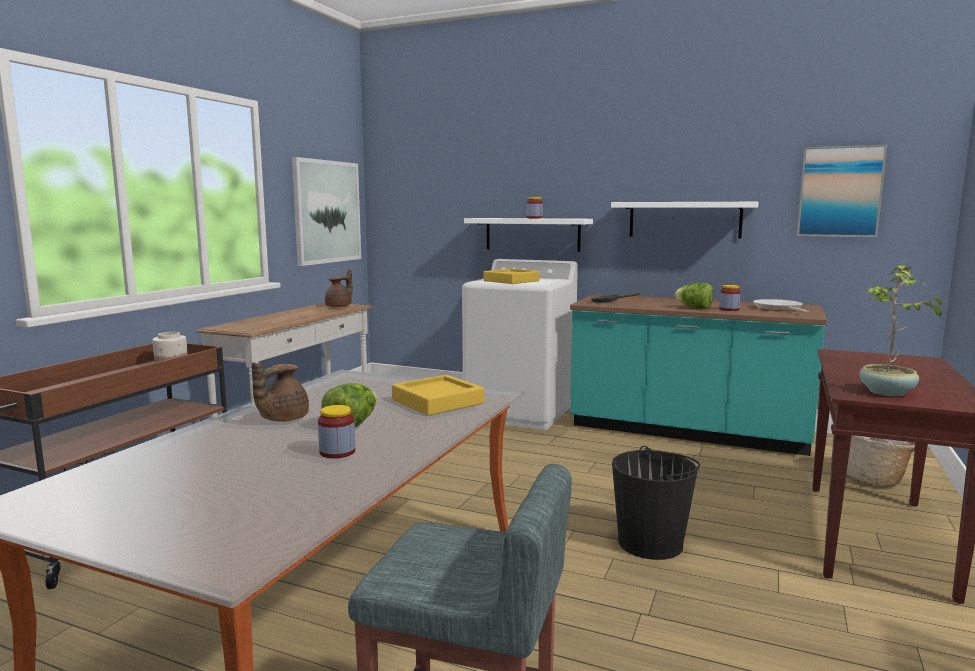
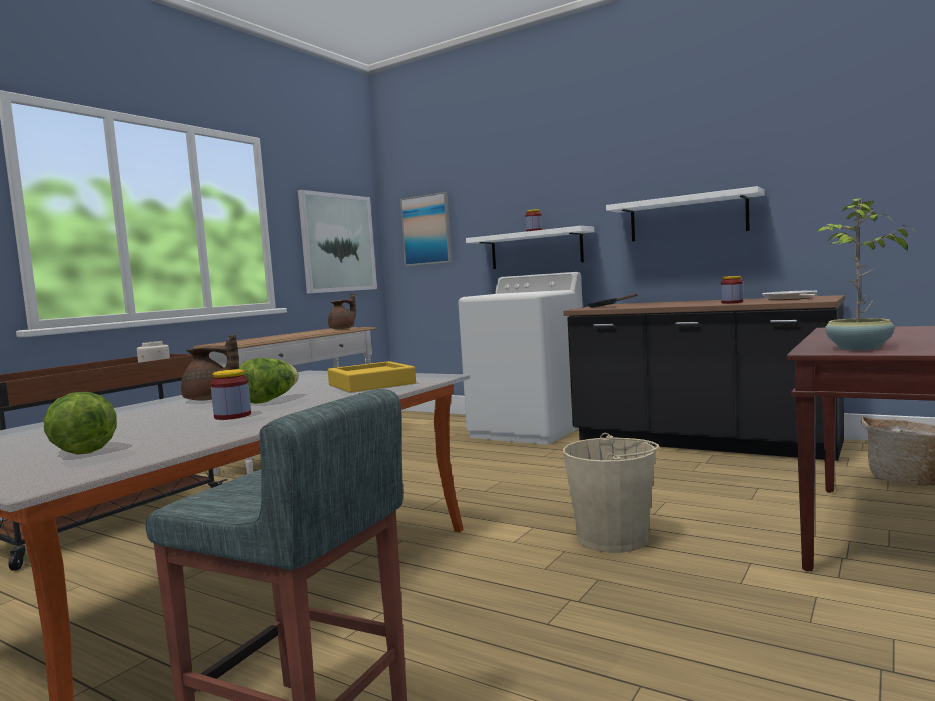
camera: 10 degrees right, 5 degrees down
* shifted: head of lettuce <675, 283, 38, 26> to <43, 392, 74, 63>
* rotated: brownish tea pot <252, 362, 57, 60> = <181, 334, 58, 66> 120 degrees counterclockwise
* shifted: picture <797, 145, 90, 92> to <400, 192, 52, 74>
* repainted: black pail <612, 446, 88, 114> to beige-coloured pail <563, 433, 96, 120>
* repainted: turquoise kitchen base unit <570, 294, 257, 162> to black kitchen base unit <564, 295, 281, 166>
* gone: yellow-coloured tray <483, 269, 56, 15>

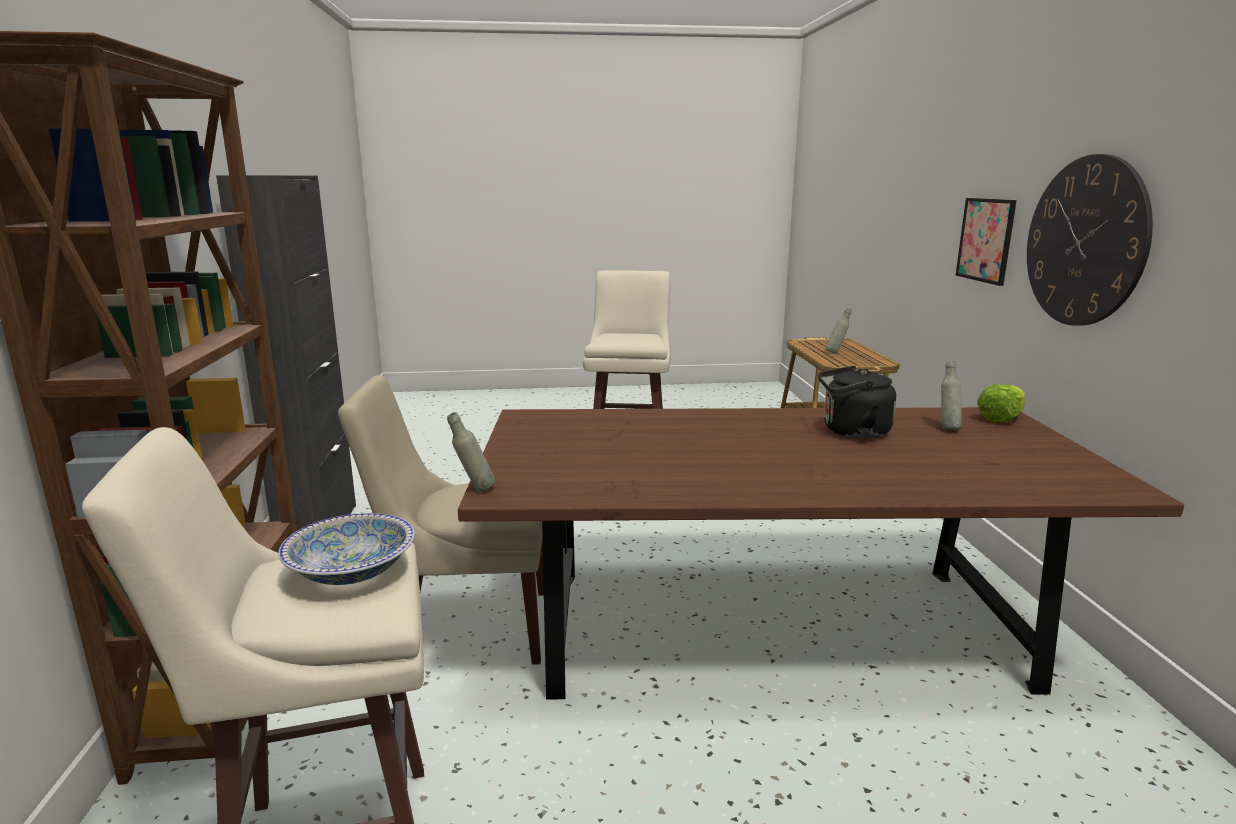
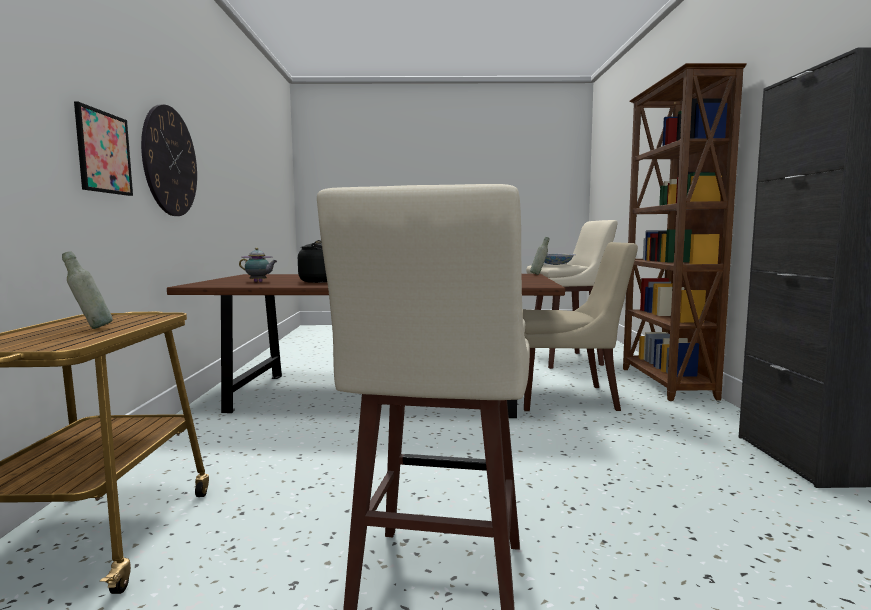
camera: 175 degrees left, 10 degrees down
* swapped: gray bottle <941, 361, 21, 69> to tea pot <239, 248, 39, 34>
* gone: head of lettuce <977, 384, 48, 39>

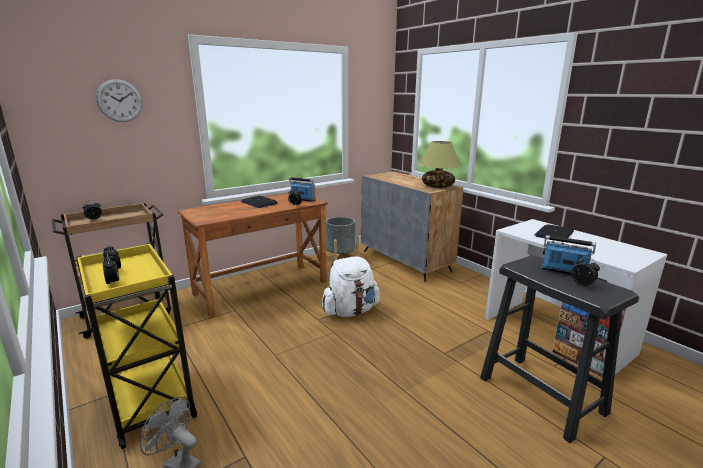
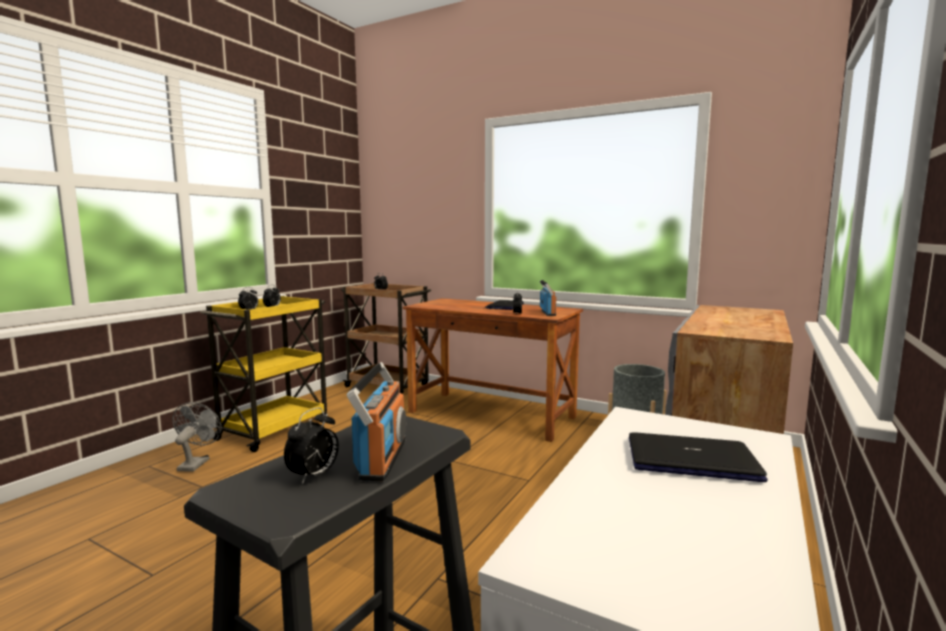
camera: 65 degrees right, 10 degrees down
* gone: wall clock <96, 79, 47, 43>
* gone: white-coloured knapsack <322, 256, 58, 61>
* gone: tabletop lamp <419, 141, 42, 47>

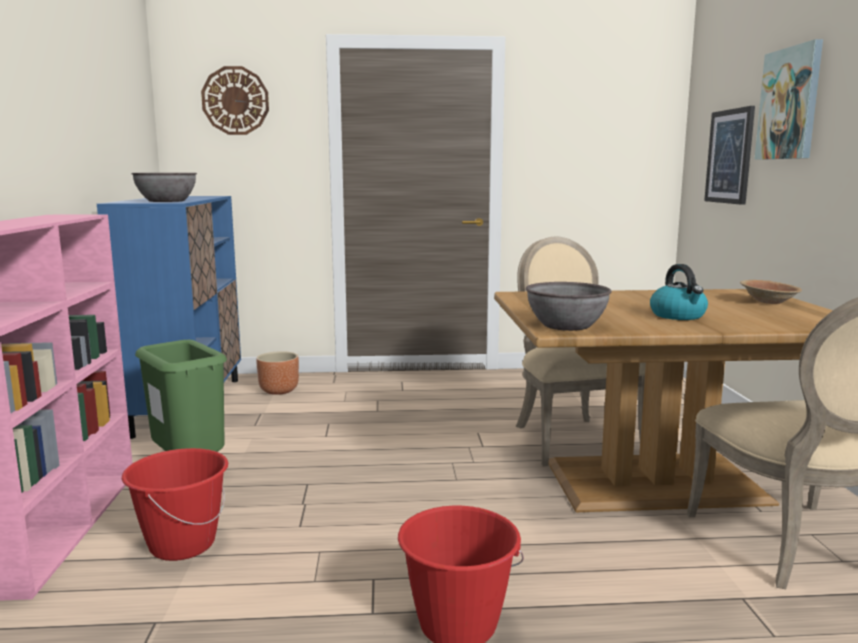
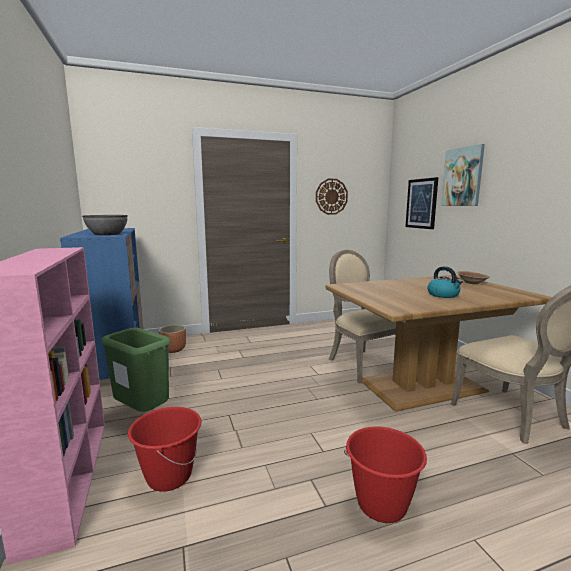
camera: 15 degrees left, 0 degrees up
* shifted: wall clock <201, 66, 68, 69> to <316, 179, 32, 36>
* gone: gray serving bowl <526, 282, 86, 49>

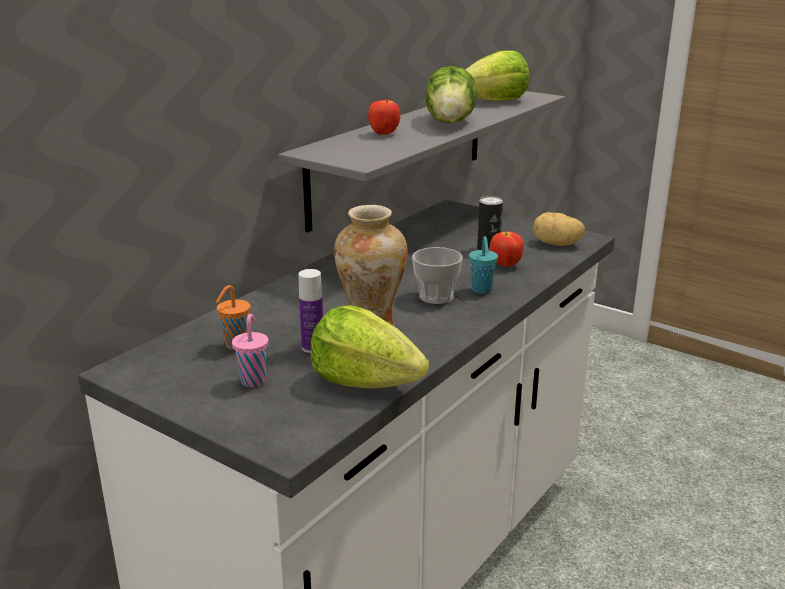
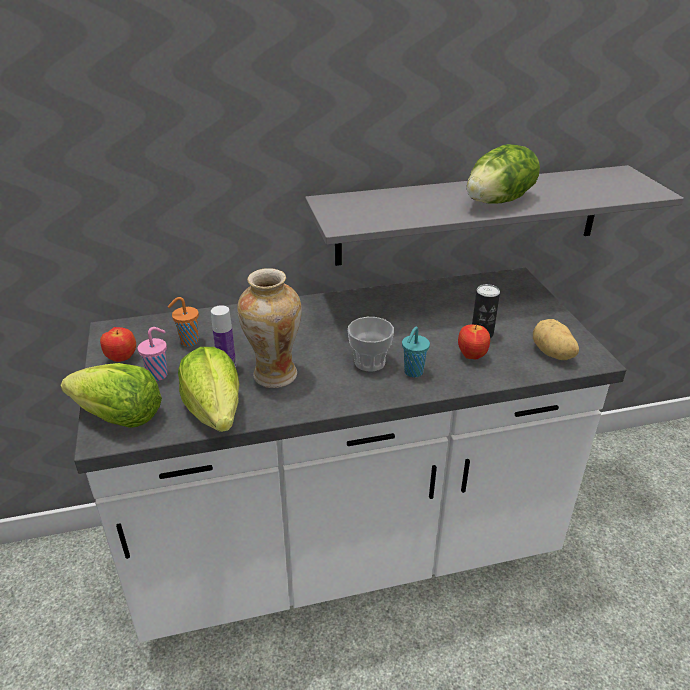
camera: 40 degrees right, 10 degrees up
* shifted: head of lettuce <465, 50, 64, 51> to <60, 363, 102, 65>
* shifted: apple fruit <368, 98, 32, 37> to <100, 327, 36, 35>

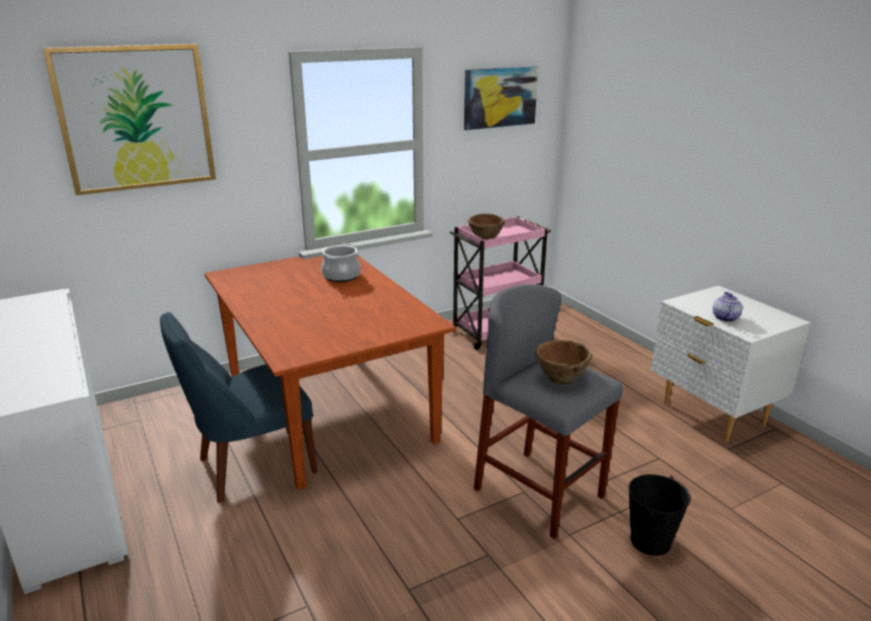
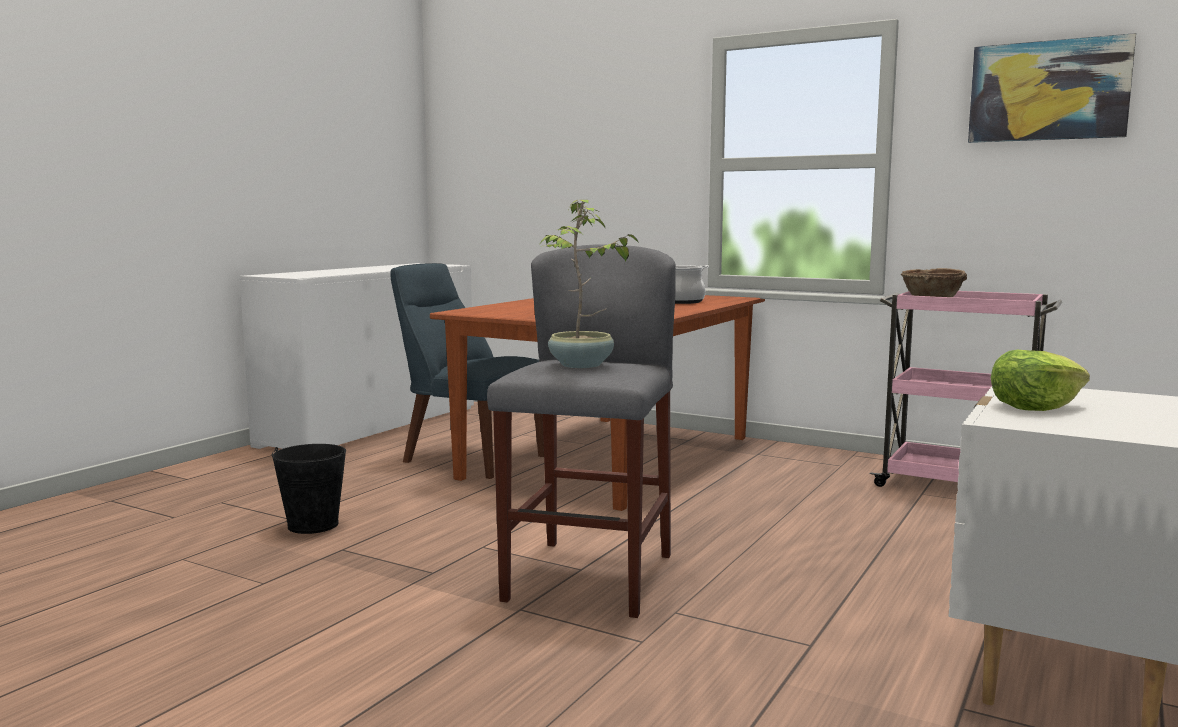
camera: 60 degrees right, 15 degrees down
* shifted: black pail <628, 474, 63, 82> to <272, 444, 74, 90>
* swapped: brownish serving bowl <535, 340, 58, 45> to plant in a pot <540, 200, 99, 168>
* swapped: tea pot <713, 292, 29, 30> to head of lettuce <991, 350, 99, 61>
* gone: picture <43, 44, 173, 151>

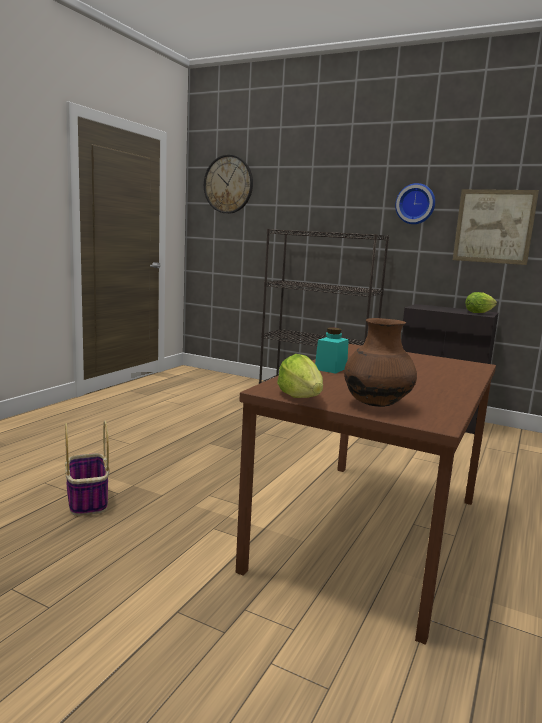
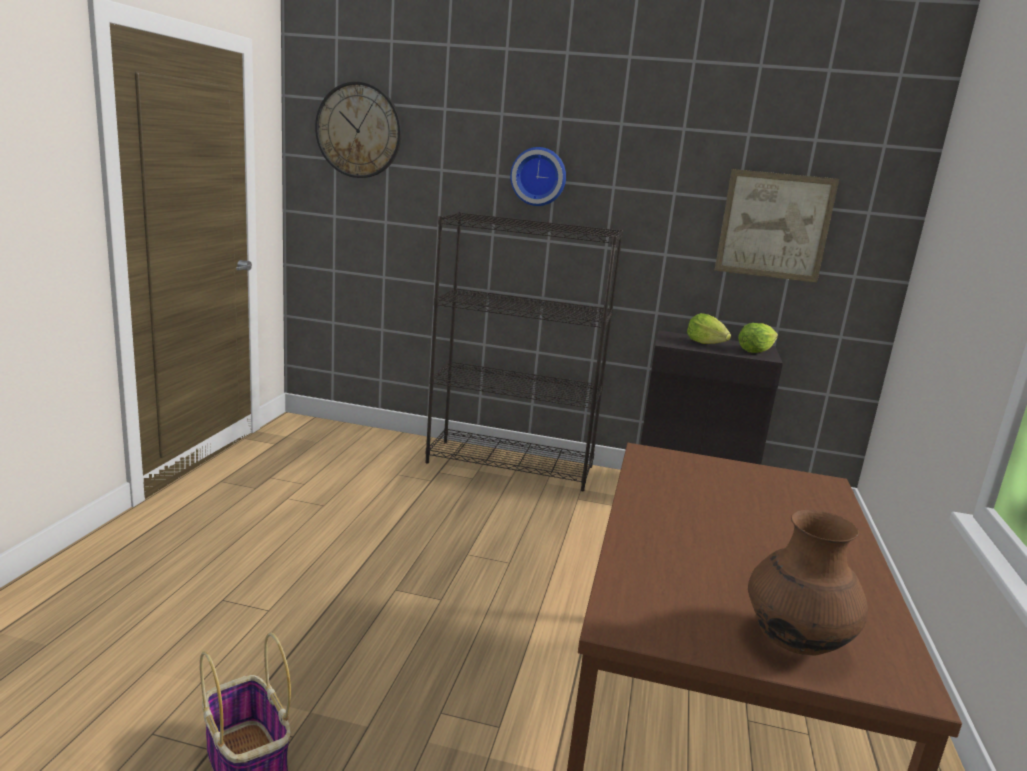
camera: 15 degrees left, 5 degrees up
* shifted: wall clock <395, 183, 40, 41> to <510, 147, 56, 59>
* shifted: head of lettuce <277, 354, 46, 44> to <687, 313, 44, 31>
* gone: turquoise preserve jar <315, 327, 34, 47>

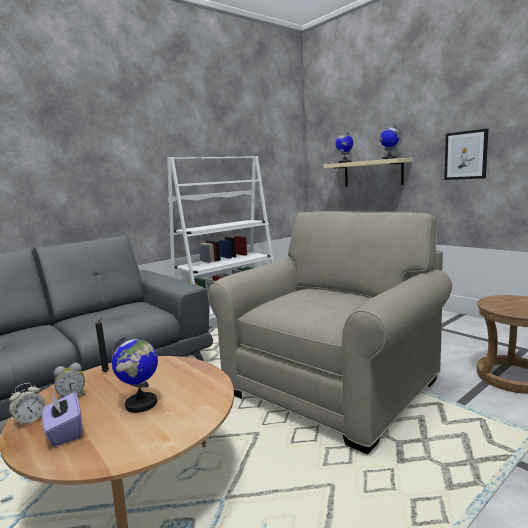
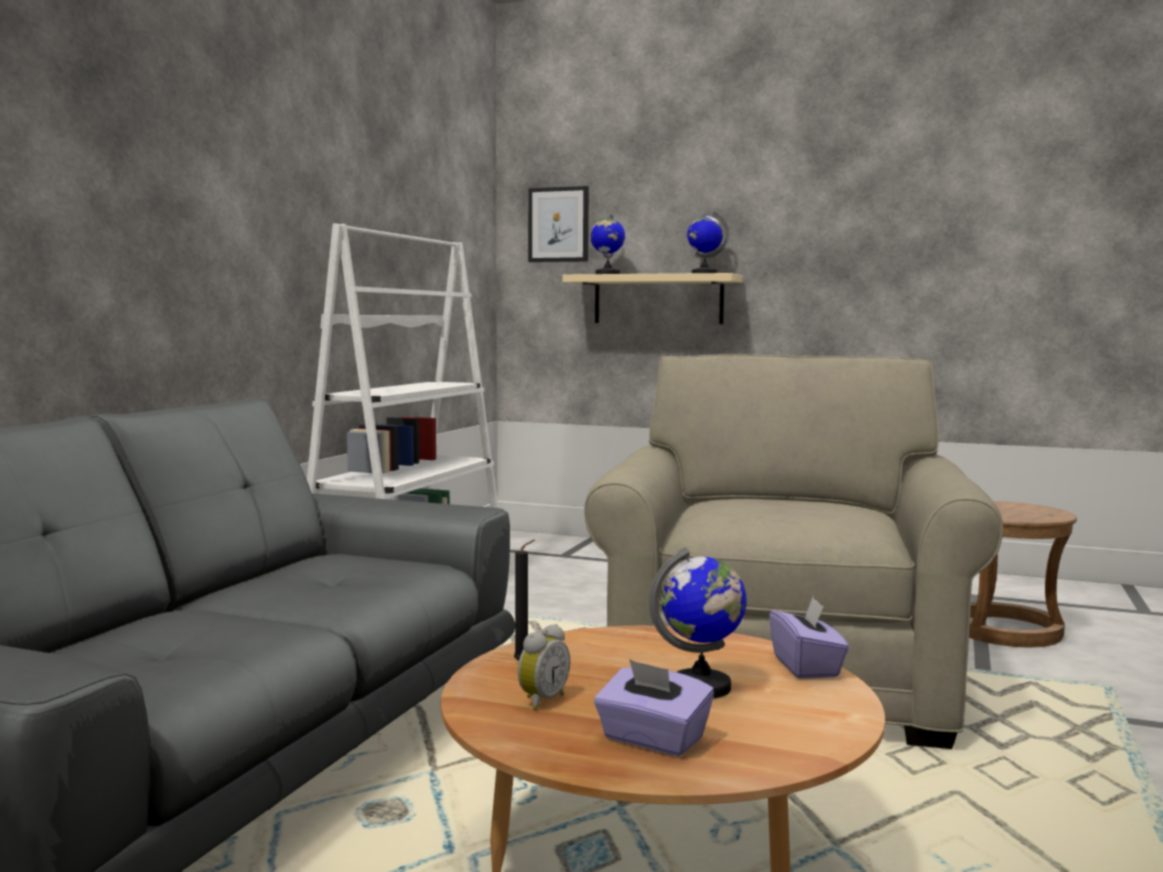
camera: 30 degrees left, 5 degrees down
* shifted: picture <444, 129, 44, 51> to <528, 186, 61, 76>
* new: purple tissue box <769, 597, 80, 82>
* gone: alarm clock <9, 383, 37, 44>

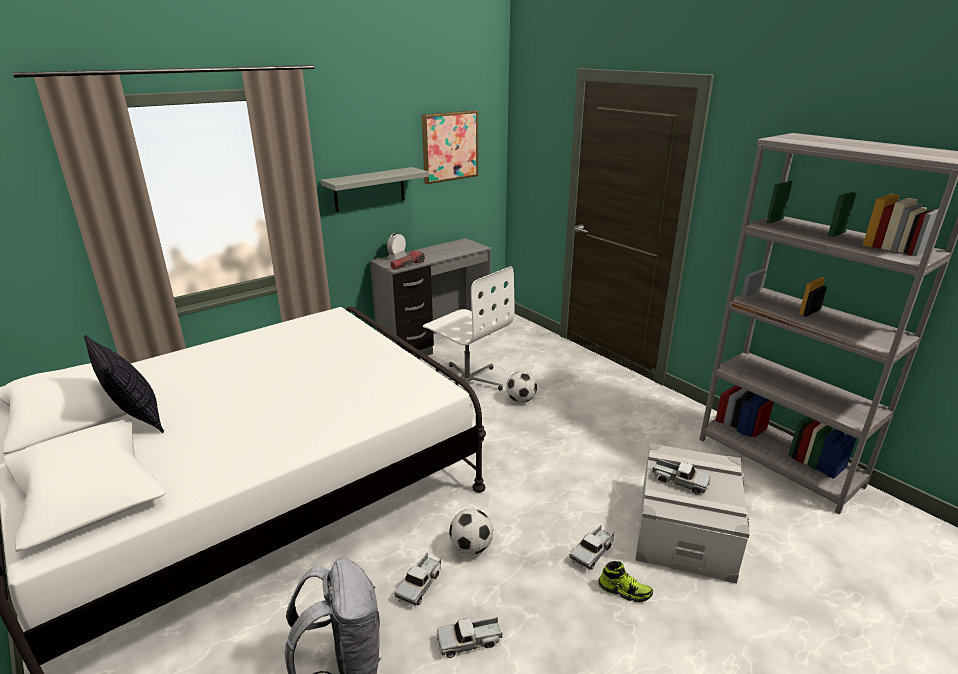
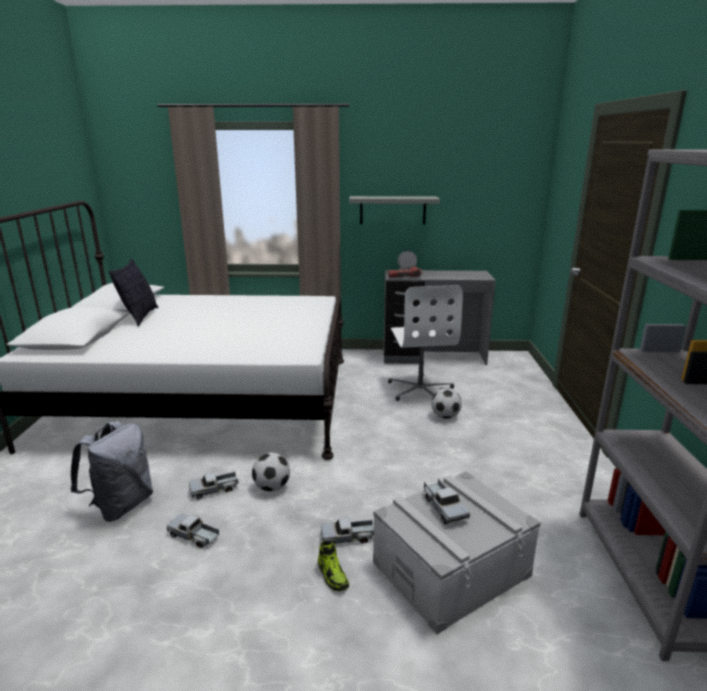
camera: 40 degrees right, 5 degrees down
* gone: picture <422, 110, 56, 74>

